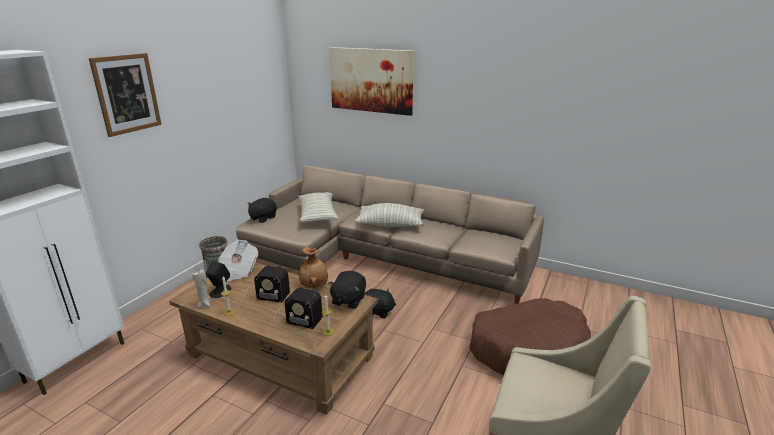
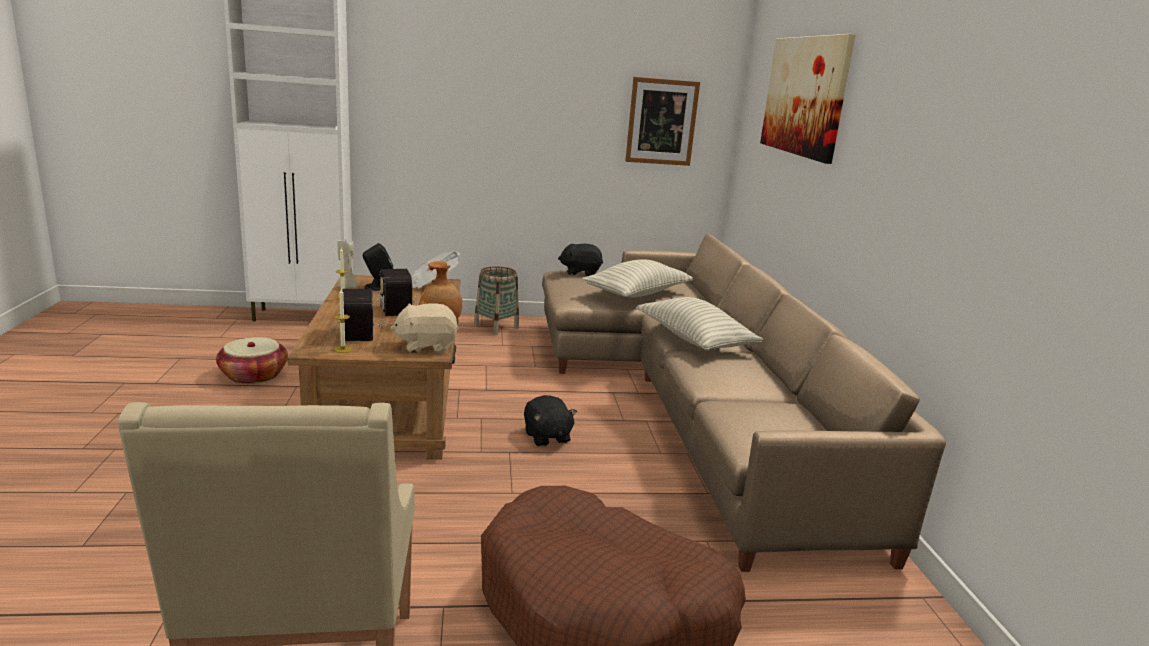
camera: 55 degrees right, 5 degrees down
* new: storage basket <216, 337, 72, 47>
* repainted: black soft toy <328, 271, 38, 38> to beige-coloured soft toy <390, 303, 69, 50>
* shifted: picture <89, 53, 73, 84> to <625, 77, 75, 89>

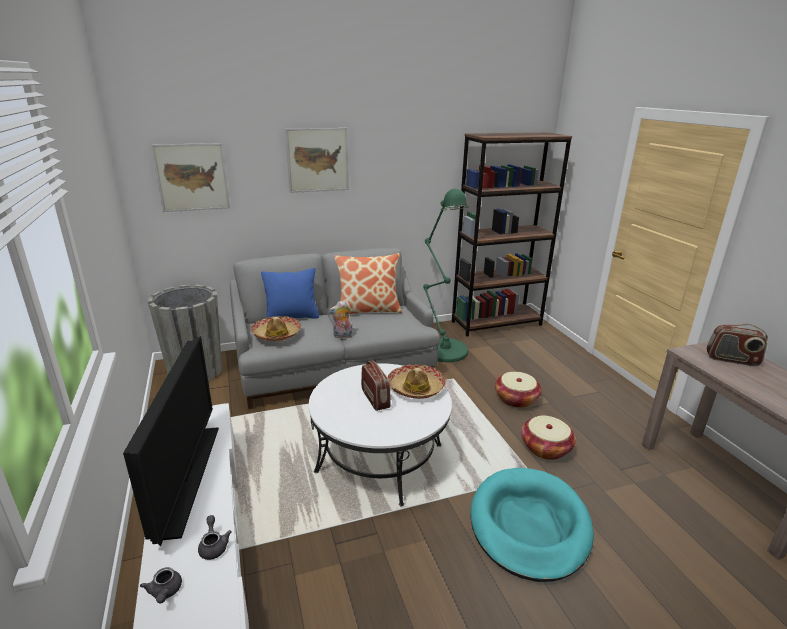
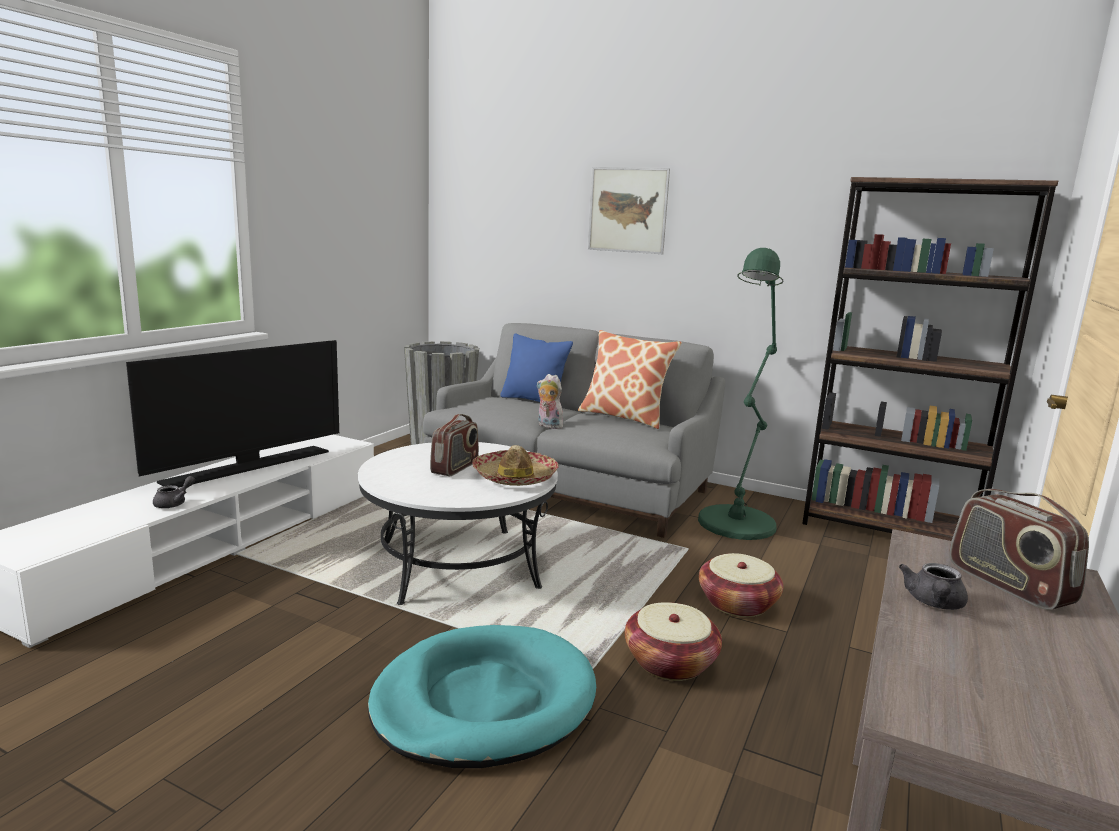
camera: 45 degrees right, 10 degrees down
* shifted: gray tea pot <140, 567, 42, 37> to <899, 563, 69, 47>
* gone: picture <151, 143, 79, 69>
* gone: clothing hat <250, 316, 51, 25>

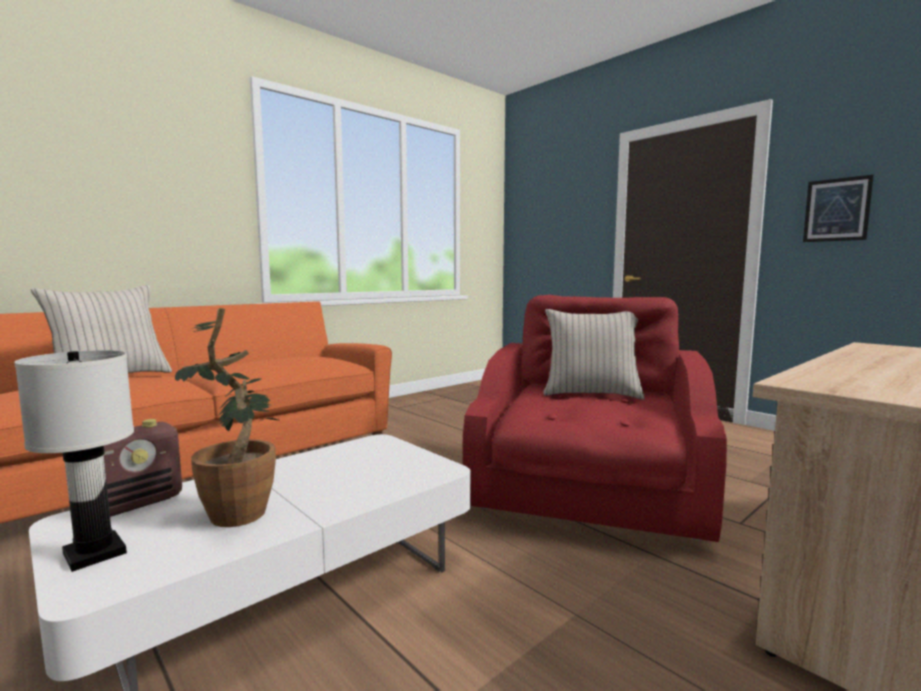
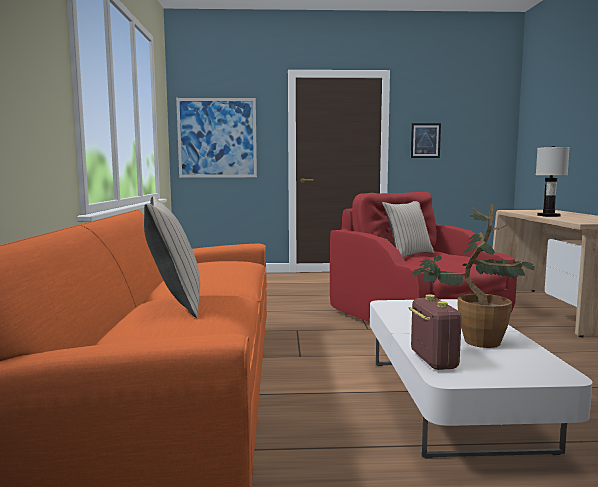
camera: 50 degrees left, 0 degrees up
* new: picture <176, 98, 81, 80>
* shifted: white-coloured tabletop lamp <14, 350, 120, 222> to <536, 146, 34, 71>

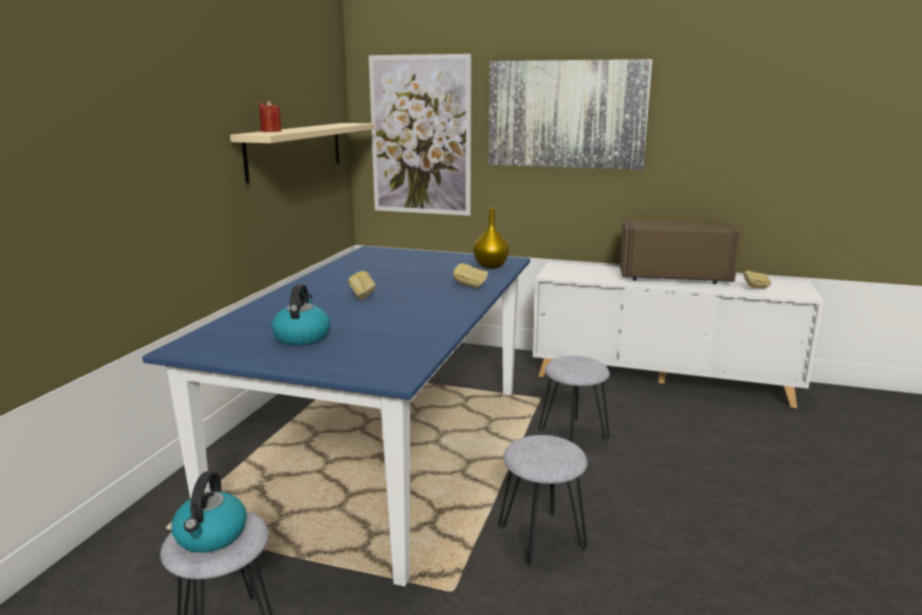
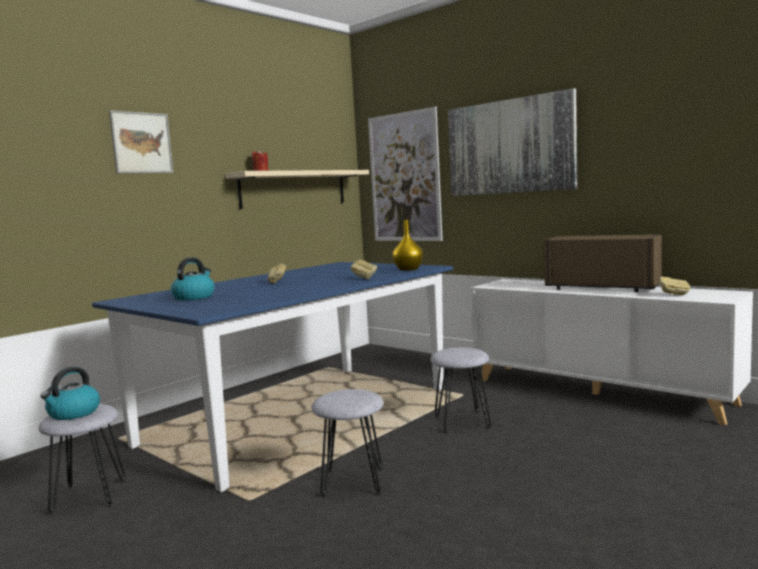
camera: 25 degrees right, 10 degrees down
* new: picture <109, 110, 64, 63>

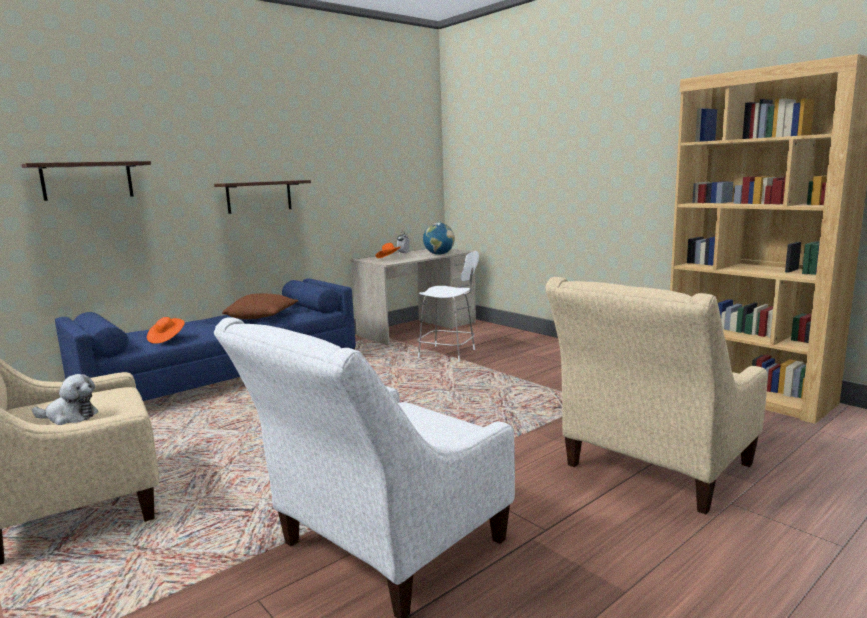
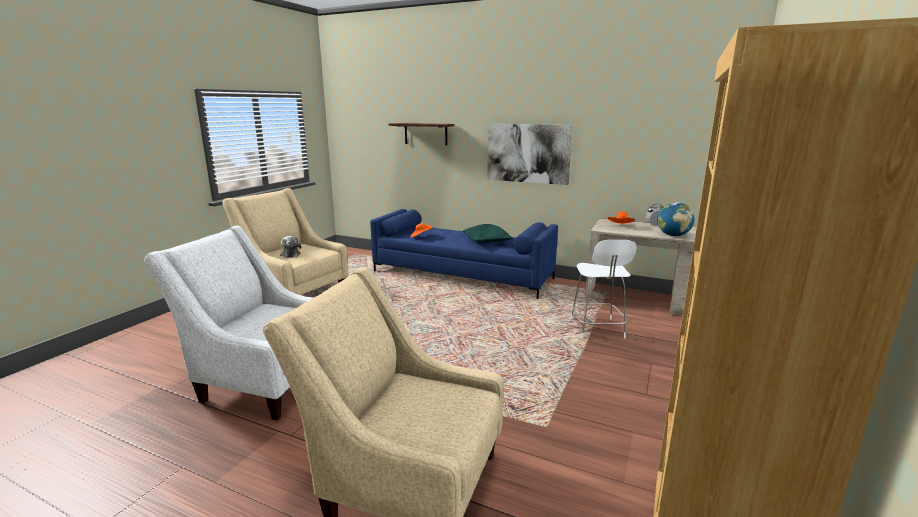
camera: 65 degrees right, 5 degrees up
* repainted: brownish throw pillow <222, 293, 76, 26> to greenish throw pillow <463, 224, 50, 18>
* swapped: wall shelf <214, 180, 97, 34> to picture <487, 124, 86, 61>

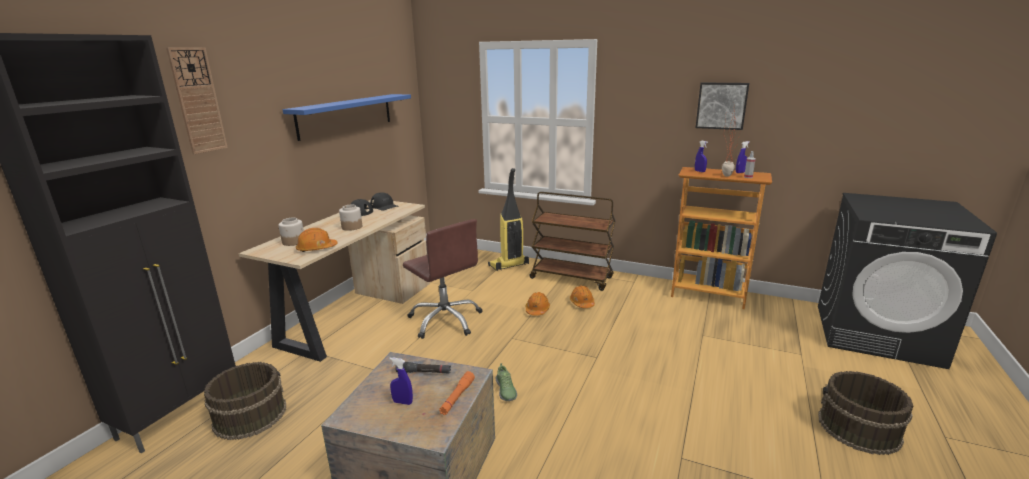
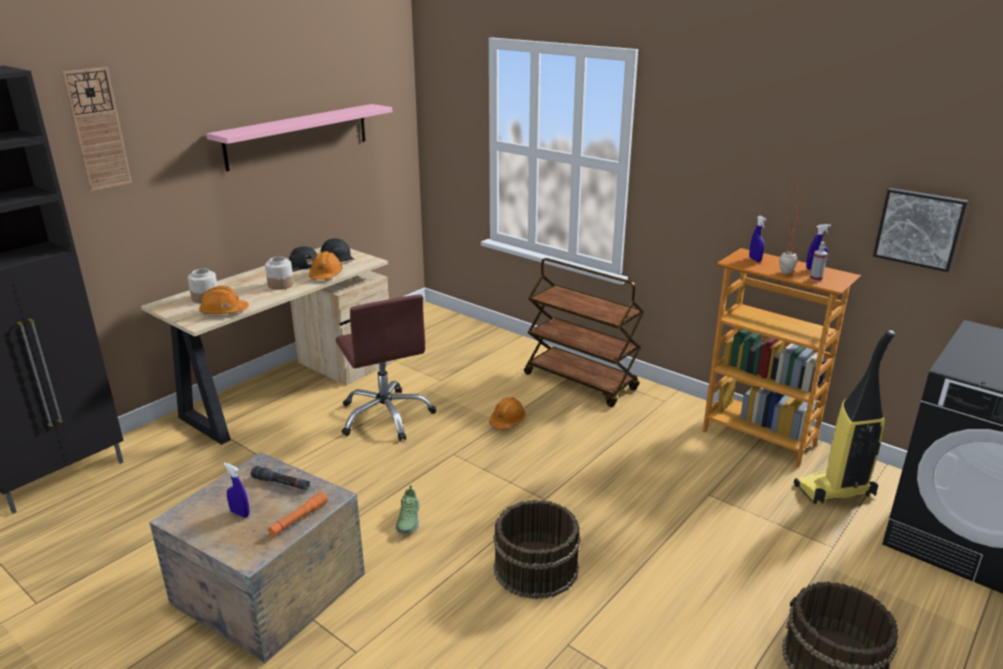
camera: 15 degrees right, 5 degrees up
* repainted: bluish wall shelf <282, 94, 129, 47> to pink wall shelf <206, 104, 186, 68>
* shifted: orange hard hat <570, 285, 25, 23> to <309, 251, 33, 29>
* shifted: brownish pail <204, 362, 82, 78> to <493, 500, 88, 100>
* shifted: hoover <488, 168, 41, 103> to <794, 330, 101, 174>
* shifted: picture <696, 82, 53, 48> to <873, 188, 96, 84>

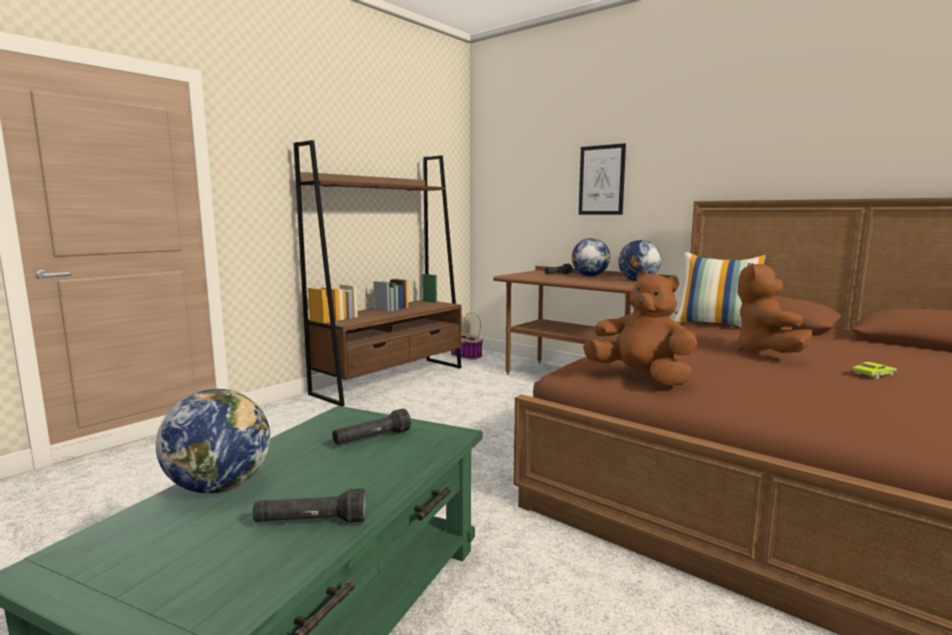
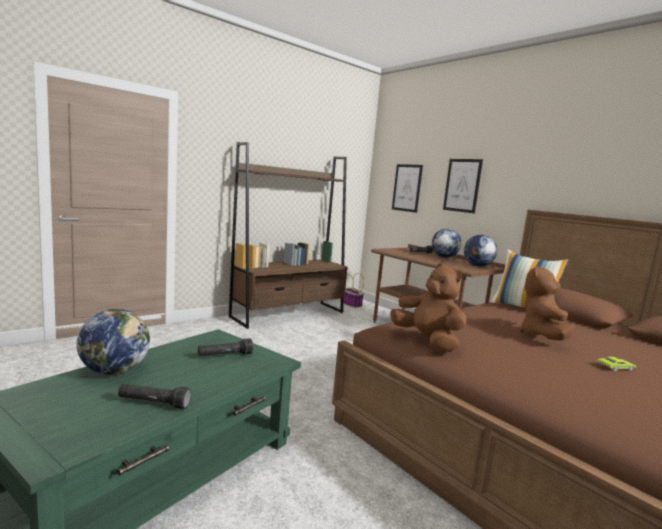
camera: 10 degrees right, 0 degrees up
* new: picture <392, 164, 31, 49>

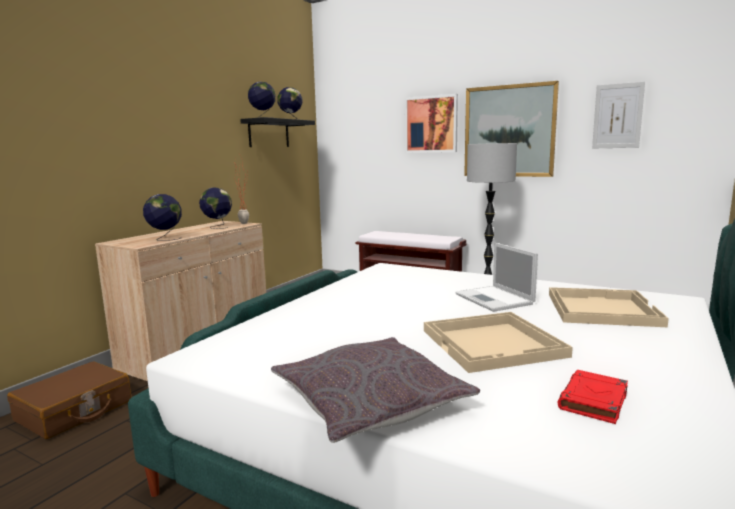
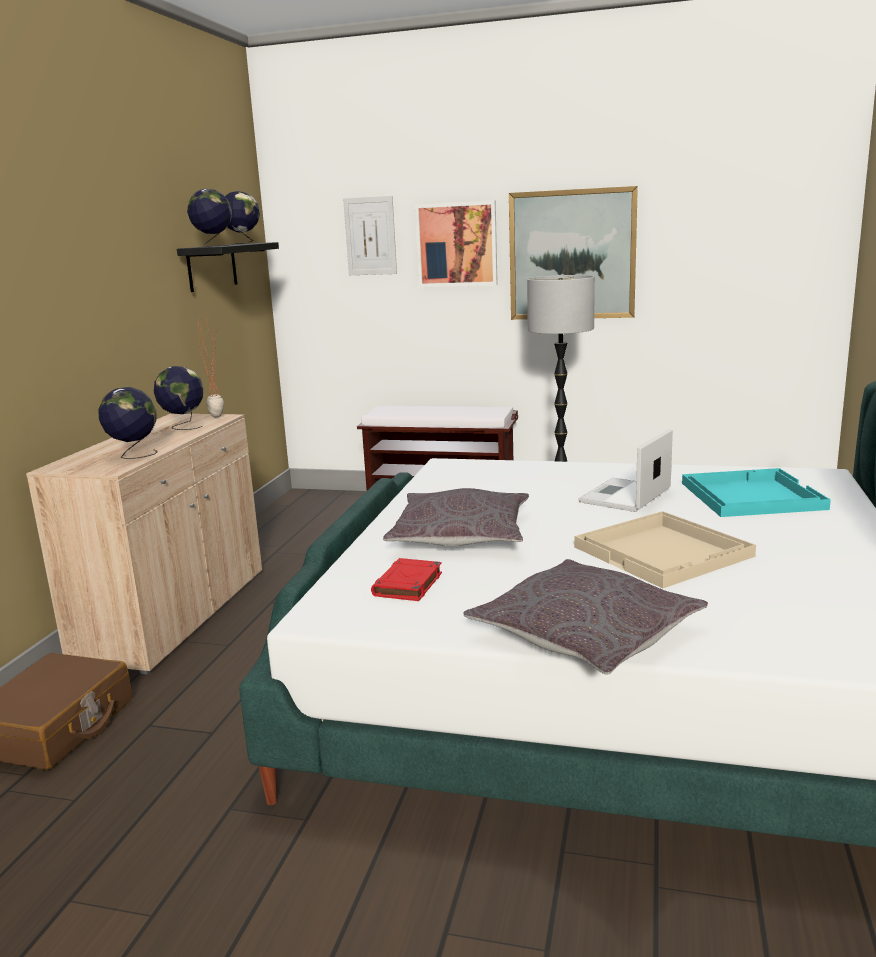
camera: 15 degrees left, 5 degrees up
* shifted: picture <592, 82, 53, 66> to <343, 196, 54, 79>
* shifted: red book <557, 370, 71, 54> to <371, 558, 71, 43>
* new: gray throw pillow <383, 488, 146, 58>
* rotated: portable computer <455, 243, 83, 69> = <578, 429, 95, 83> 75 degrees clockwise
* repainted: beige-coloured tray <549, 287, 120, 40> to turquoise tray <682, 468, 149, 49>

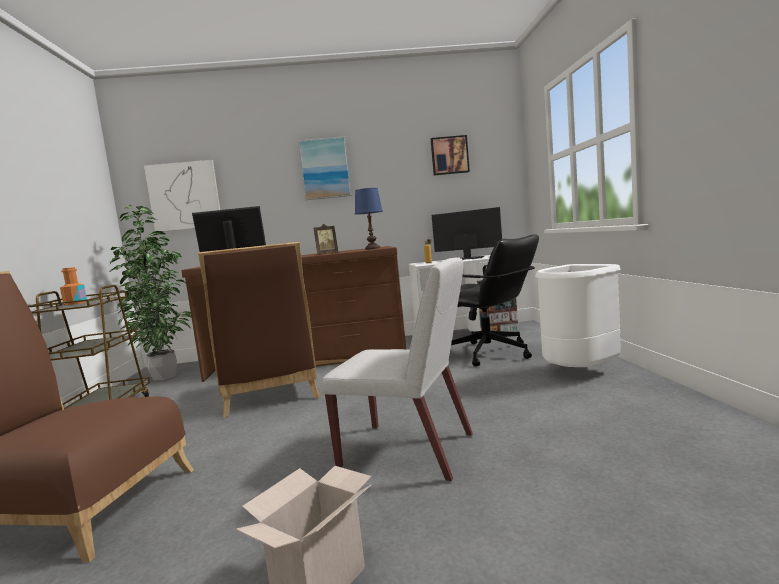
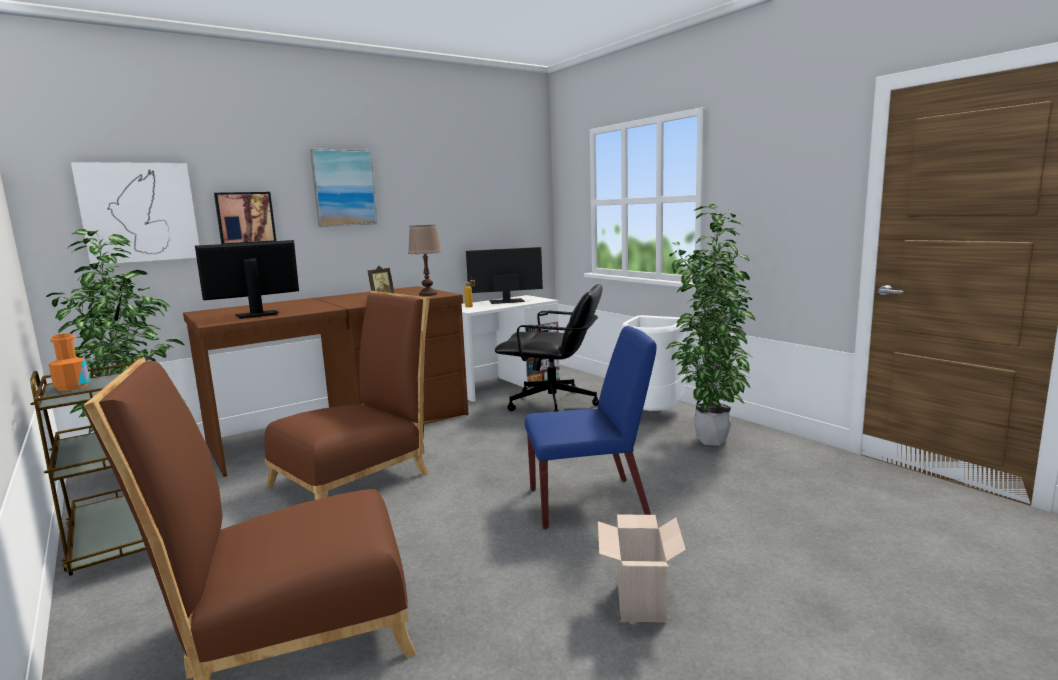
camera: 30 degrees left, 5 degrees up
* shifted: picture <431, 135, 39, 41> to <214, 192, 62, 52>
* rotated: brownish chair <198, 242, 122, 176> = <264, 291, 166, 209> 90 degrees counterclockwise
* repainted: bluish tabletop lamp <355, 188, 28, 62> to brownish tabletop lamp <408, 225, 34, 71>
* repainted: white-coloured chair <321, 257, 152, 225> to bluish chair <525, 326, 132, 203>
* new: plant in a pot <666, 204, 90, 242>

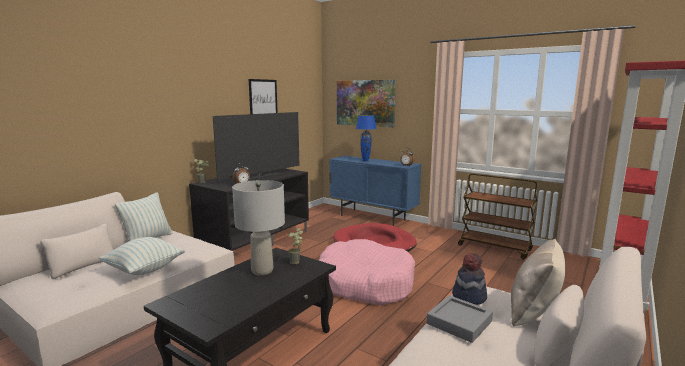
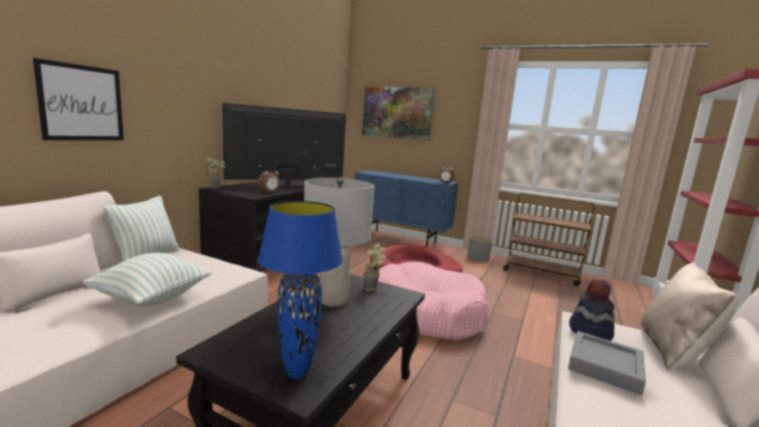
camera: 10 degrees left, 0 degrees up
* shifted: picture <249, 79, 29, 35> to <33, 58, 91, 82>
* rotated: TV <213, 112, 86, 68> = <223, 103, 123, 83> 150 degrees counterclockwise
* shifted: bluish tabletop lamp <356, 115, 20, 46> to <258, 201, 85, 178>
* new: gray flower pot <467, 236, 26, 26>

